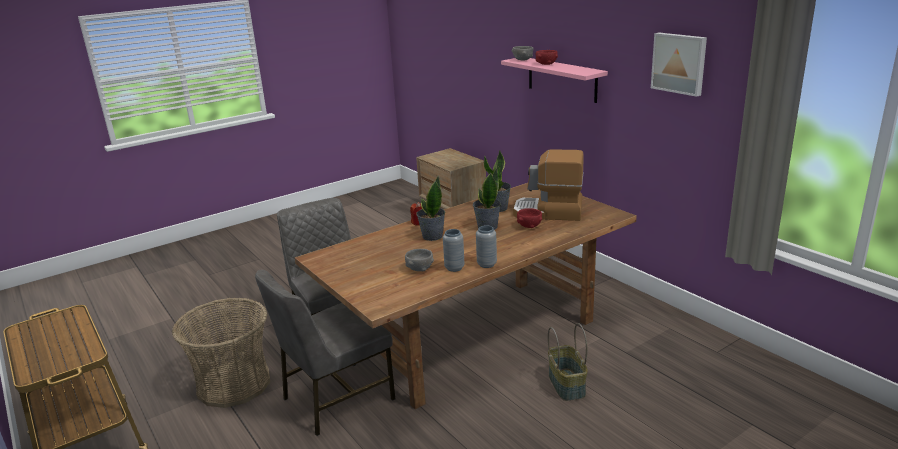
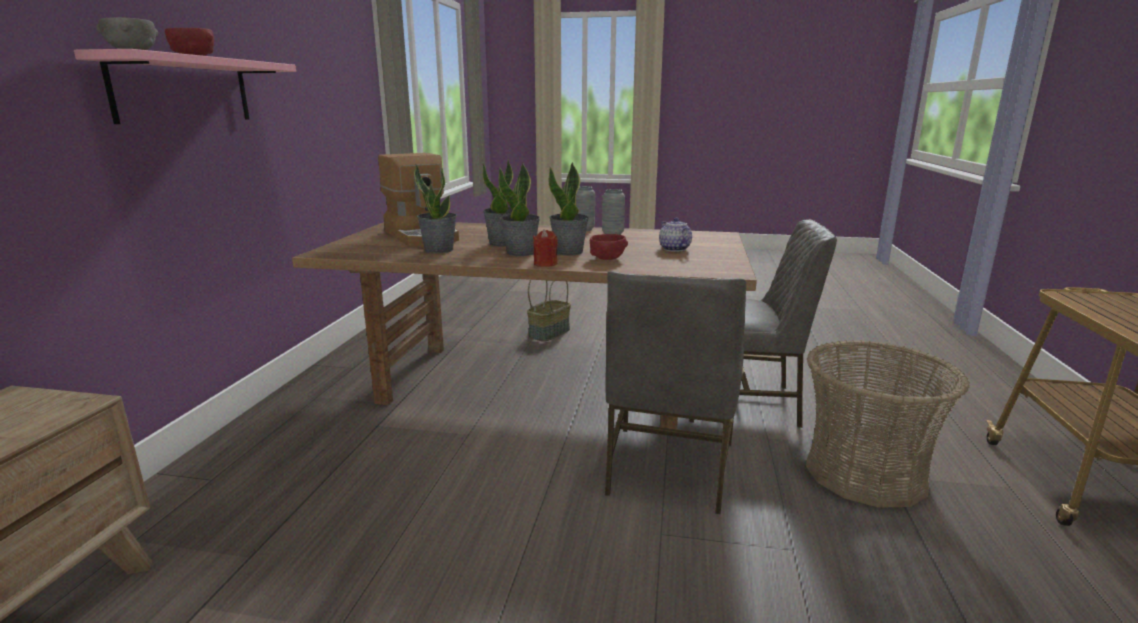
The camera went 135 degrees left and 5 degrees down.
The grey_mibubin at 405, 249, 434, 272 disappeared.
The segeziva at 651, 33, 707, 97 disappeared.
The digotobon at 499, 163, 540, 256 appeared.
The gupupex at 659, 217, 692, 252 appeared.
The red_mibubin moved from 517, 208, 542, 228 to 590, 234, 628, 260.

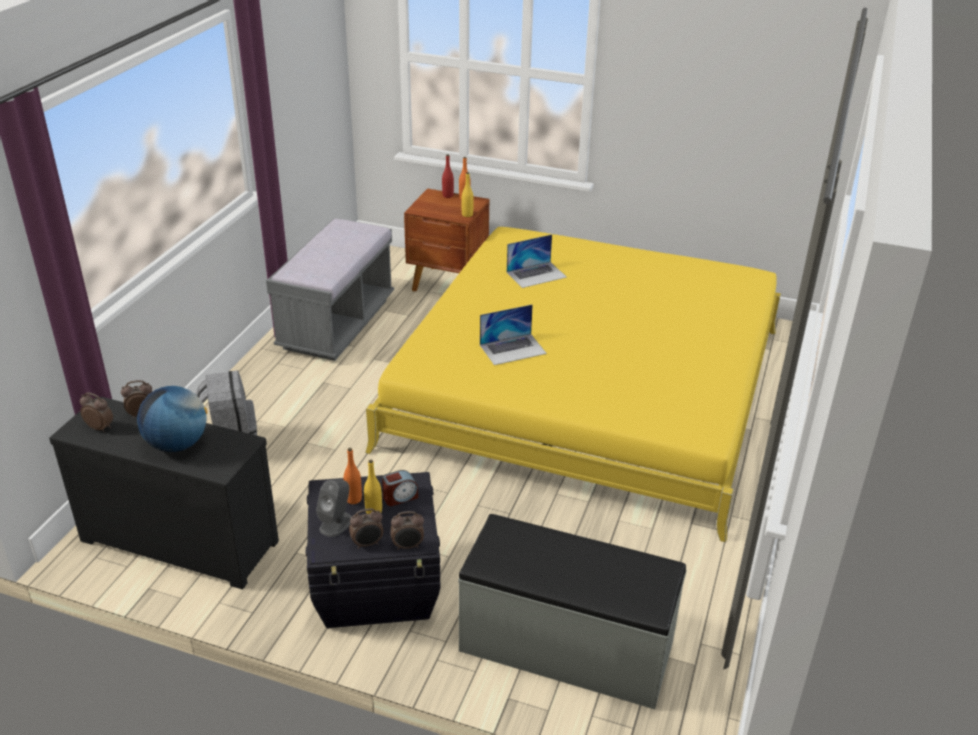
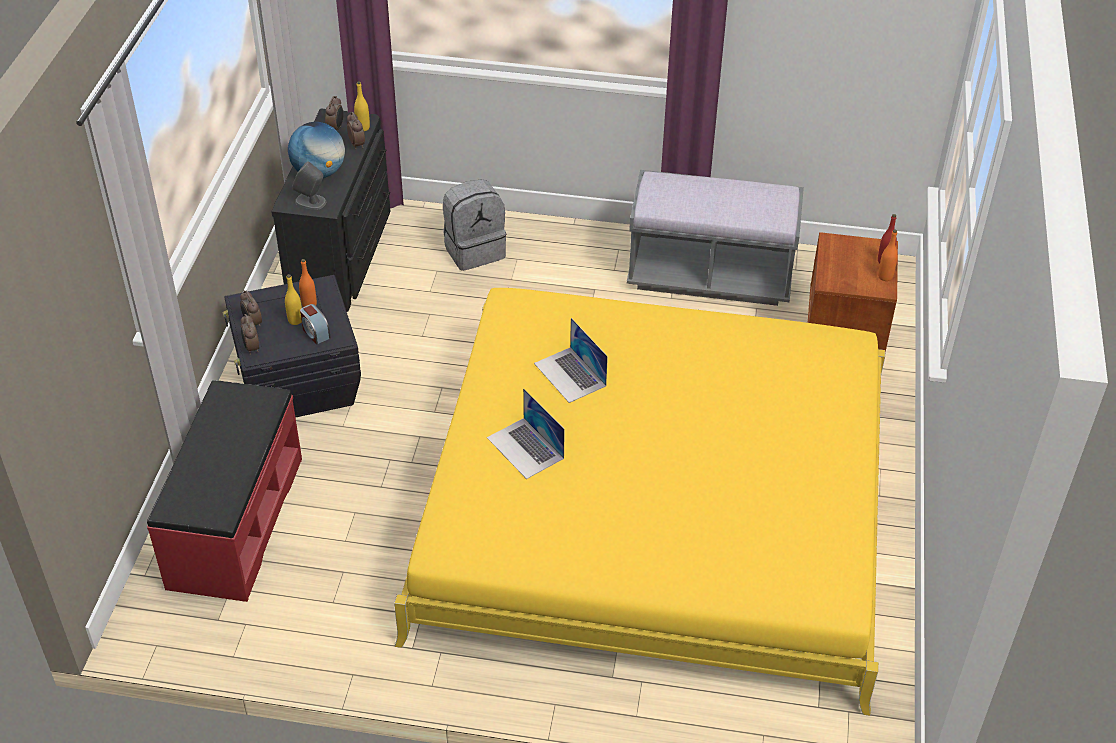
The camera went 80 degrees right and 10 degrees up.
The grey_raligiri moved from 316, 480, 352, 537 to 292, 161, 326, 210.
The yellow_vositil moved from 461, 172, 474, 217 to 354, 81, 370, 131.
The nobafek moved from 507, 234, 567, 288 to 487, 389, 565, 479.
The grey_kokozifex at 458, 514, 687, 709 became the red_kokozifex at 147, 380, 302, 602.

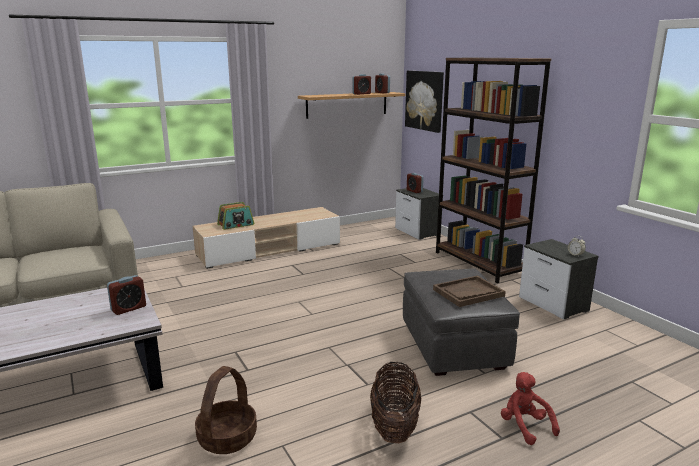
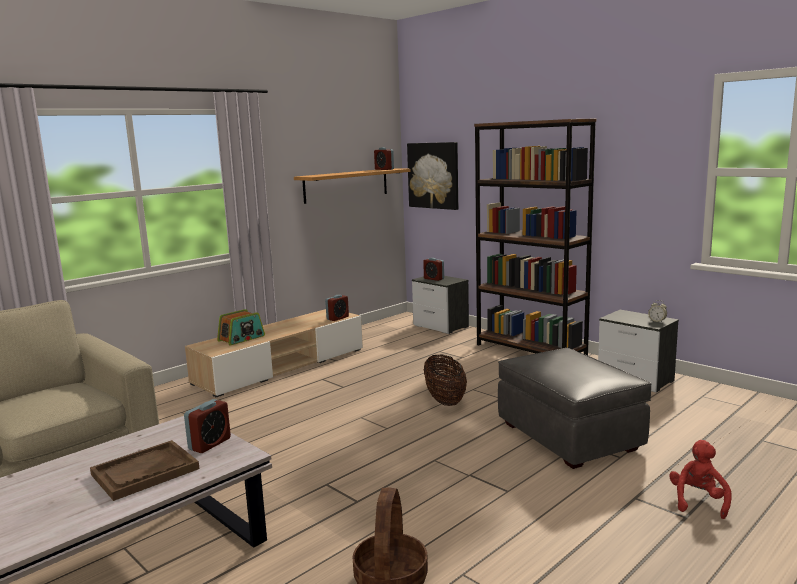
The camera went 15 degrees left and 5 degrees down.
The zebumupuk moved from 353, 74, 371, 95 to 325, 295, 349, 321.
The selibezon moved from 370, 362, 421, 443 to 424, 355, 467, 406.
The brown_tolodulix moved from 433, 276, 506, 307 to 90, 440, 199, 501.
The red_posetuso at 501, 372, 560, 445 turned 60 degrees clockwise.

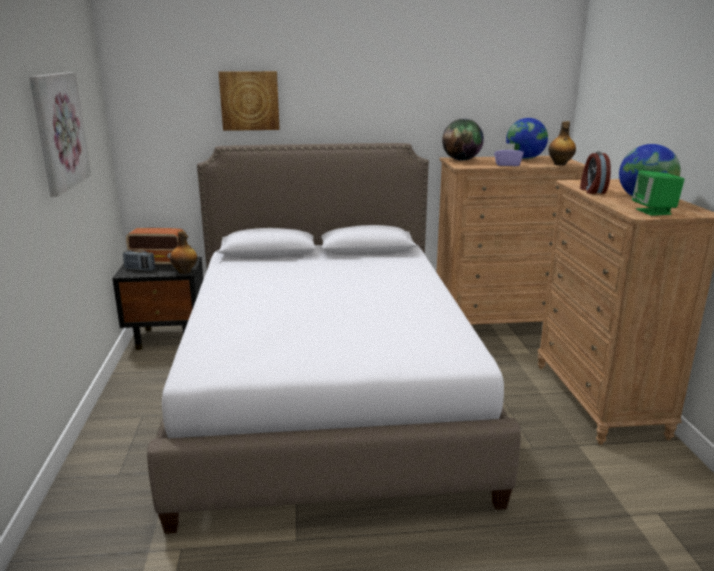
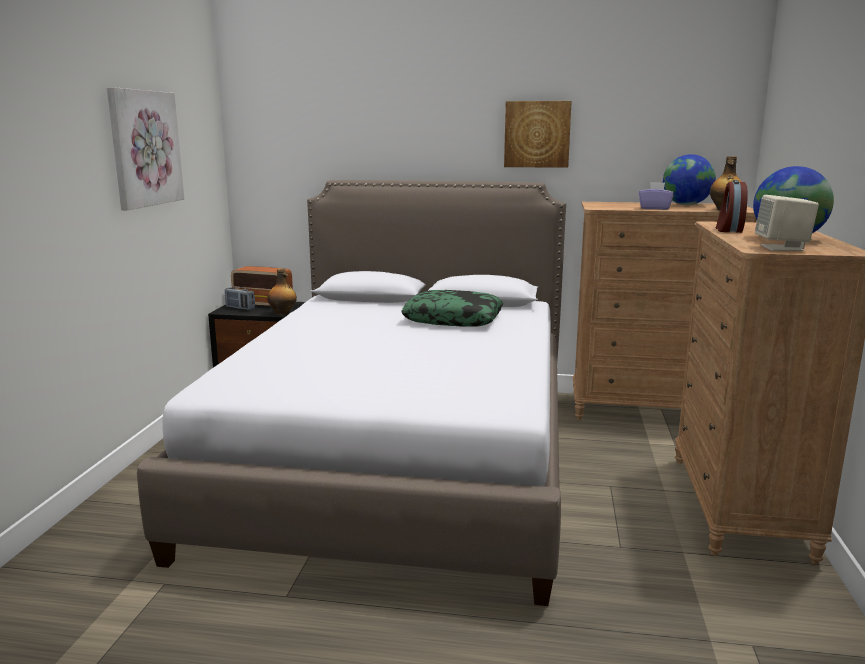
The camera went 15 degrees right and 5 degrees down.
The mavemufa at 442, 119, 484, 161 disappeared.
The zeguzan at 401, 290, 503, 327 appeared.
The segeziva moved from 219, 71, 280, 131 to 504, 101, 572, 168.
The green_raligiri at 632, 171, 684, 216 became the beige_raligiri at 755, 195, 819, 251.

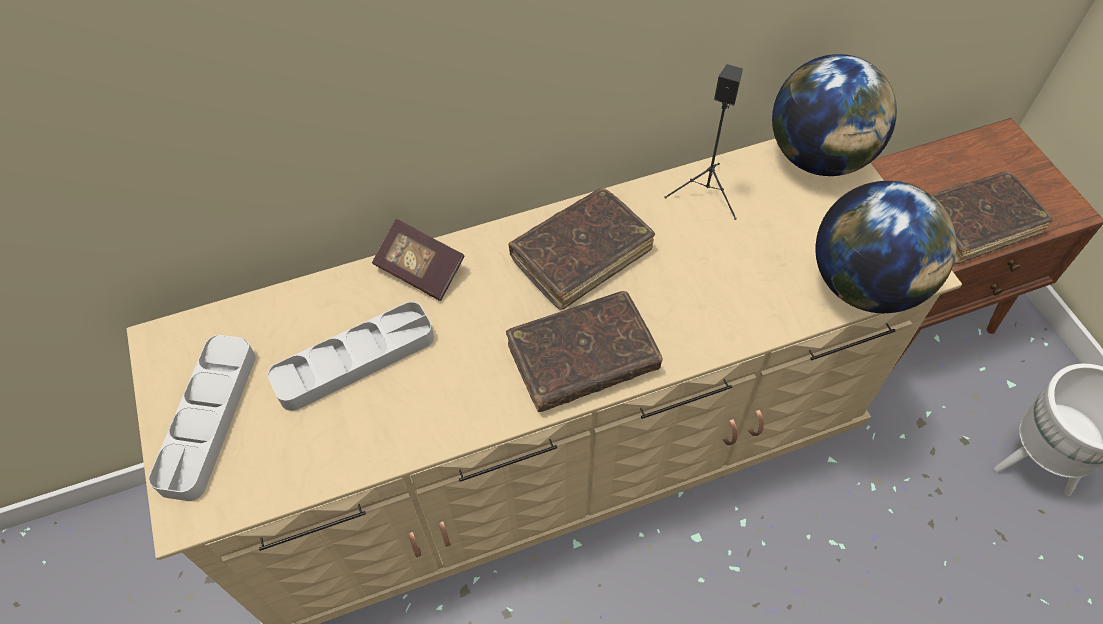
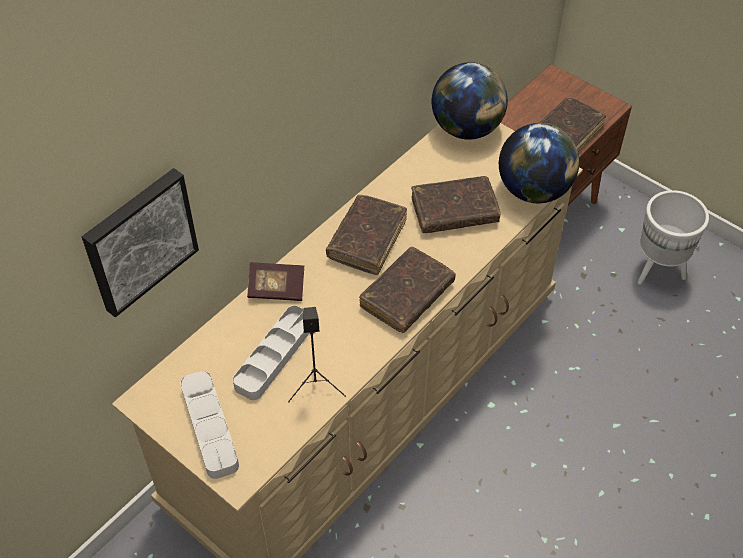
The camera went 30 degrees left and 5 degrees down.
The segeziva at 82, 168, 199, 317 appeared.
The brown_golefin at 411, 176, 501, 233 appeared.
The black_raligiri moved from 664, 64, 743, 220 to 288, 307, 346, 402.

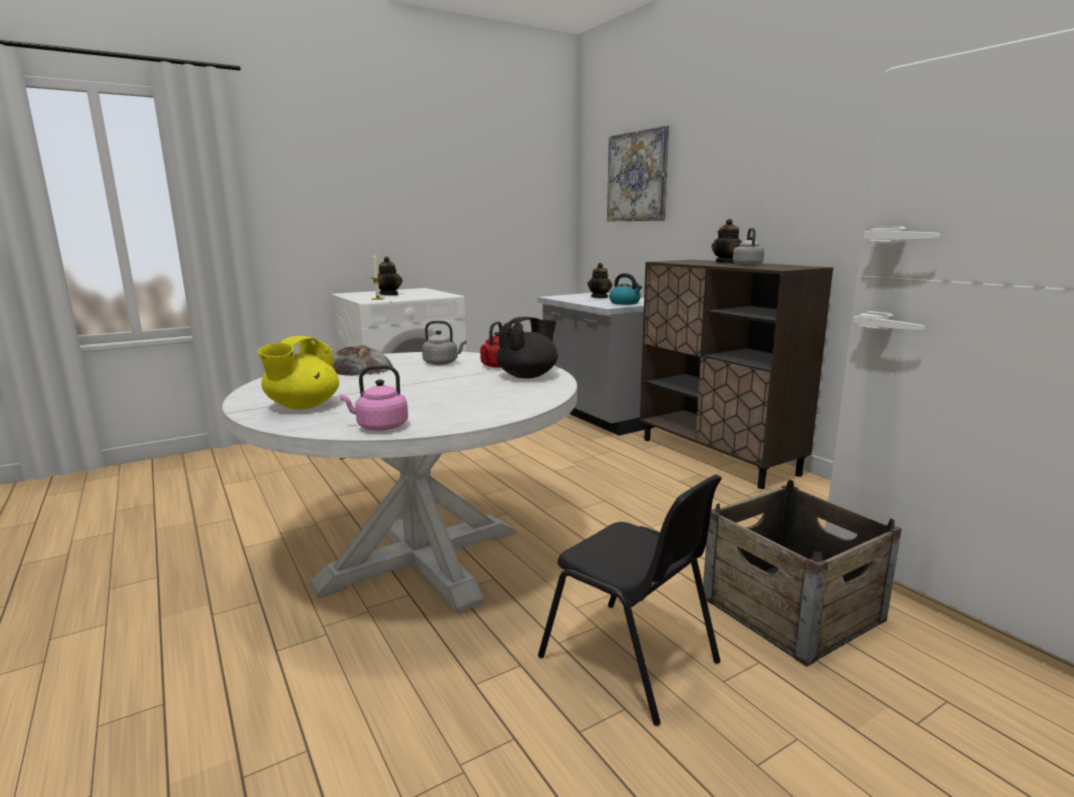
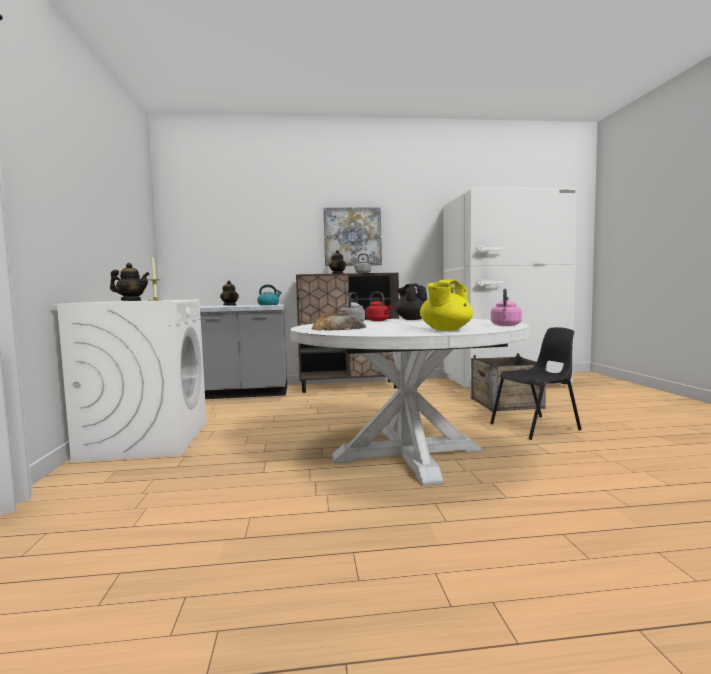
The camera went 65 degrees left and 10 degrees down.
The segeziva moved from 607, 125, 669, 222 to 323, 208, 382, 266.
The yellow_gupupex at 258, 336, 339, 409 turned 75 degrees clockwise.

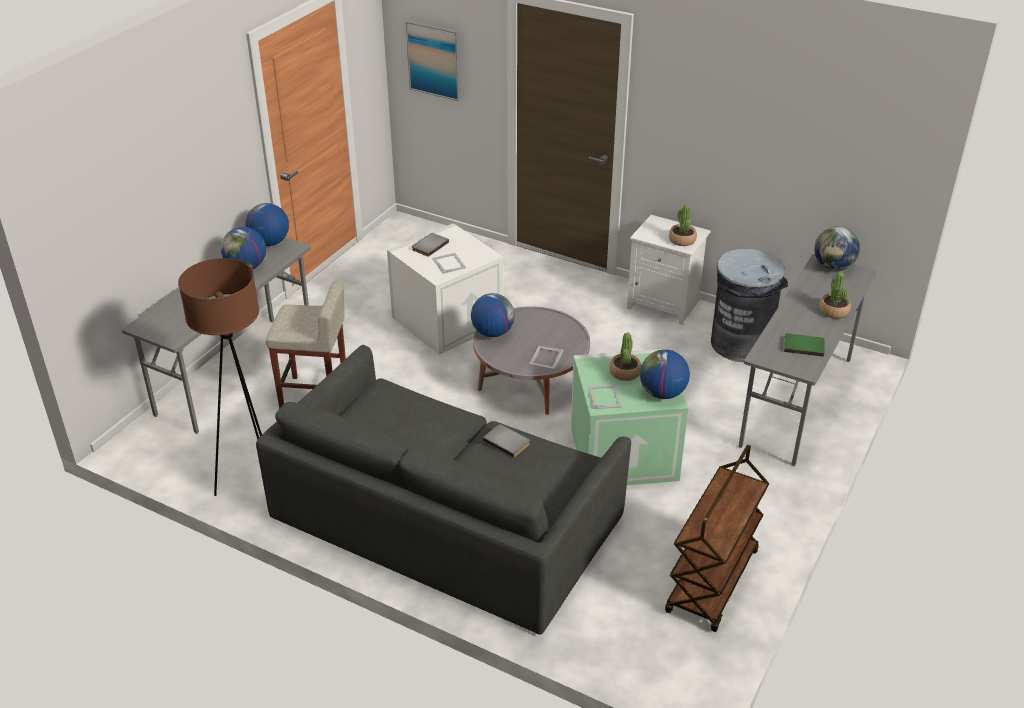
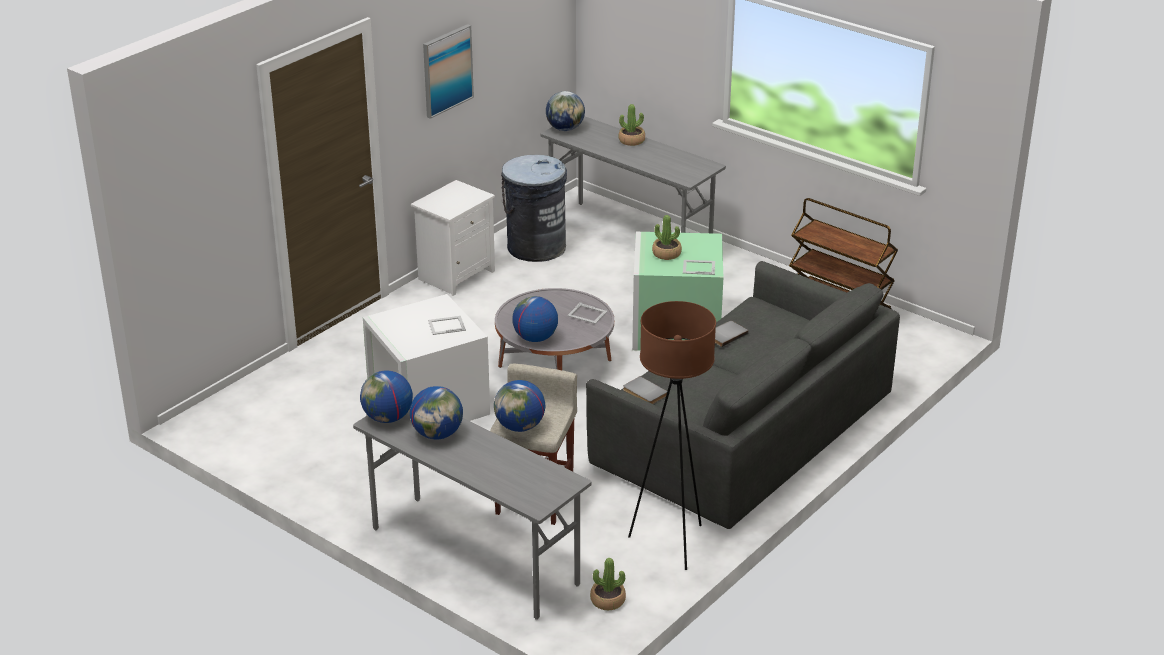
The camera went 80 degrees left and 5 degrees down.
The green_golefin at 784, 334, 824, 357 disappeared.
The segeziva moved from 406, 20, 461, 101 to 423, 24, 474, 119.
The grey_golefin moved from 412, 233, 449, 257 to 623, 376, 667, 404.
The mavemufa moved from 640, 349, 690, 399 to 494, 380, 545, 432.
The digotobon moved from 669, 204, 697, 246 to 590, 558, 626, 610.

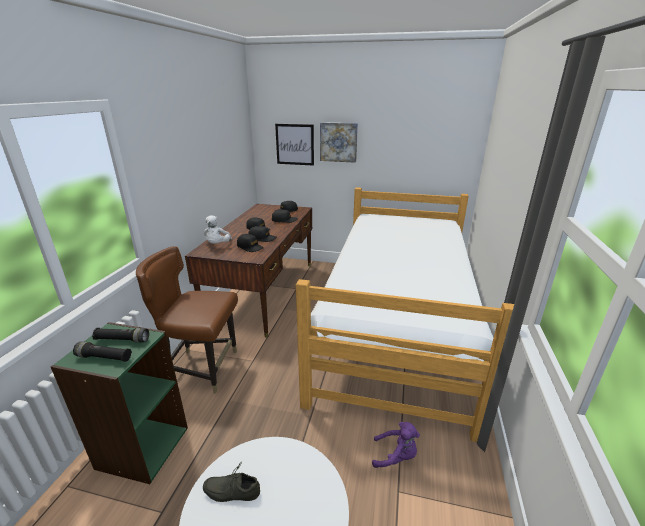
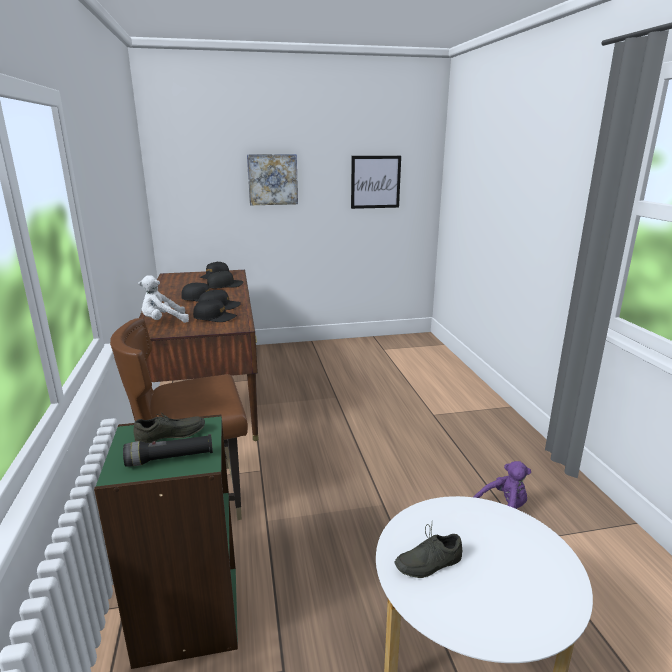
The camera went 25 degrees left and 5 degrees down.
The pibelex at 296, 187, 514, 442 disappeared.
The segeziva moved from 275, 124, 314, 166 to 351, 156, 401, 209.
The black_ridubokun at 92, 328, 149, 343 was replaced by the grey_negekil at 133, 413, 205, 443.
The white_posetuso at 203, 215, 232, 244 turned 90 degrees clockwise.

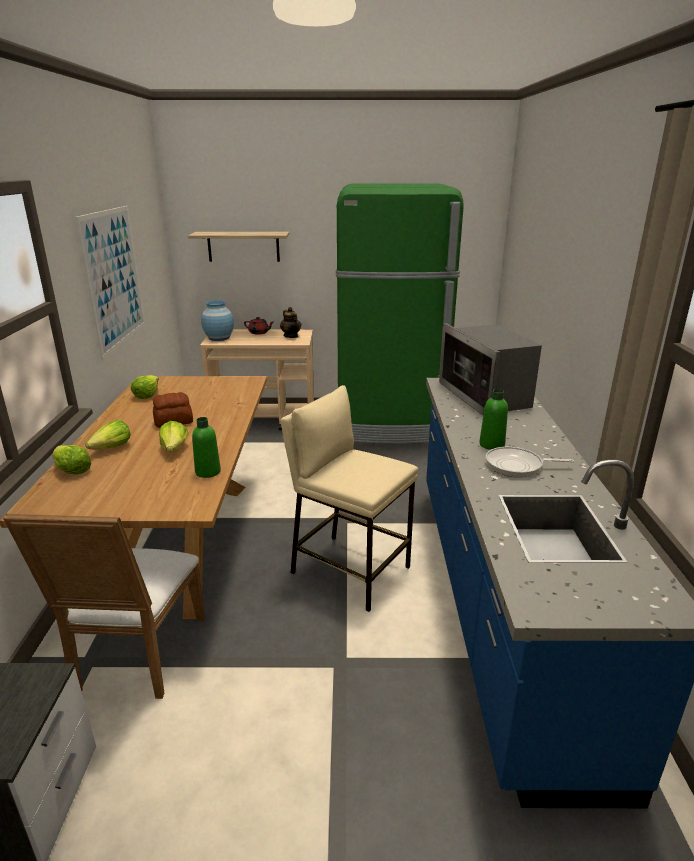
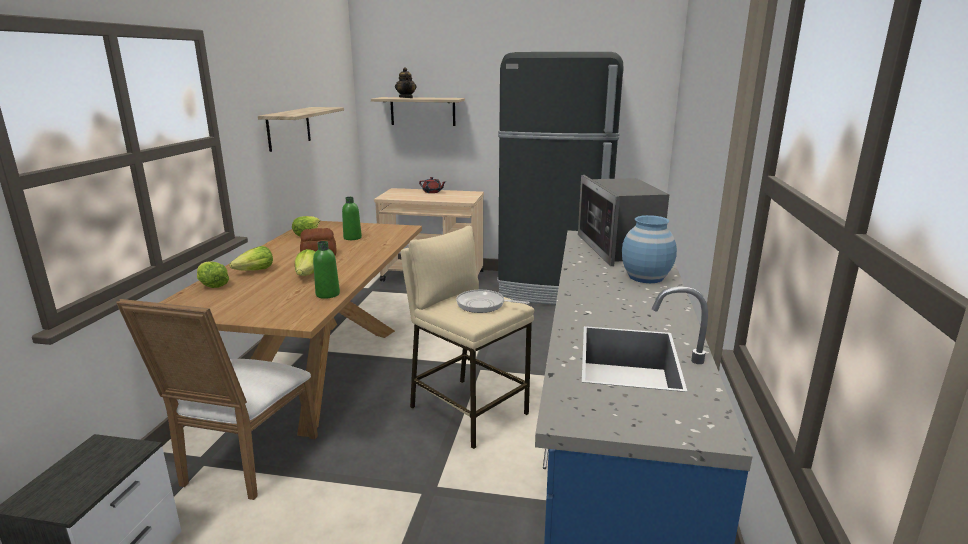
The camera went 10 degrees right and 5 degrees down.
The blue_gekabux moved from 201, 300, 234, 341 to 622, 215, 677, 283.
The gupupex moved from 280, 307, 301, 338 to 395, 67, 416, 98.
The green_vositil moved from 479, 389, 508, 450 to 342, 197, 362, 240.
The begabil moved from 486, 447, 574, 478 to 456, 290, 530, 313.
The segeziva at 75, 206, 146, 359 was replaced by the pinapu at 258, 107, 344, 152.
The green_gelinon at 336, 184, 464, 444 became the black_gelinon at 497, 52, 624, 305.

